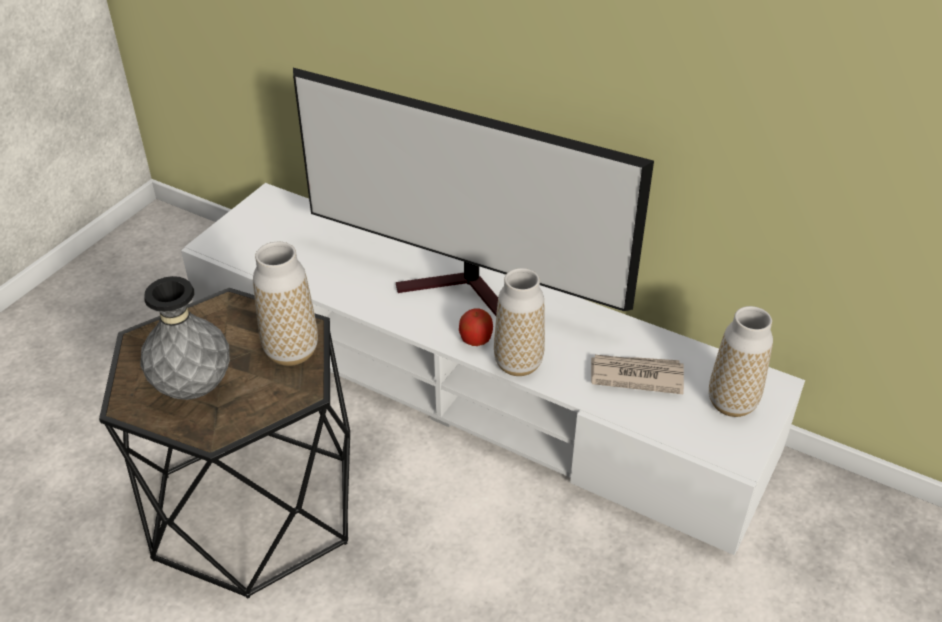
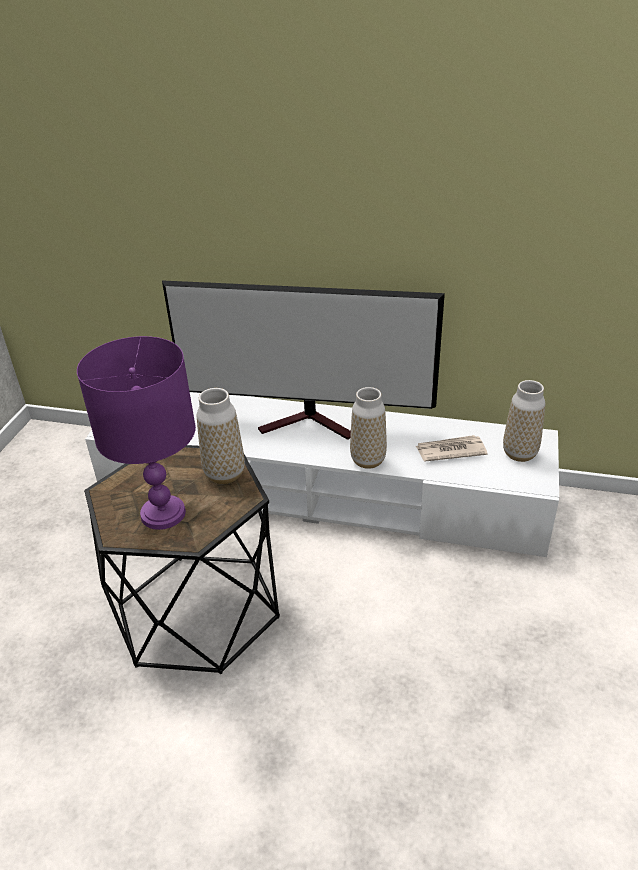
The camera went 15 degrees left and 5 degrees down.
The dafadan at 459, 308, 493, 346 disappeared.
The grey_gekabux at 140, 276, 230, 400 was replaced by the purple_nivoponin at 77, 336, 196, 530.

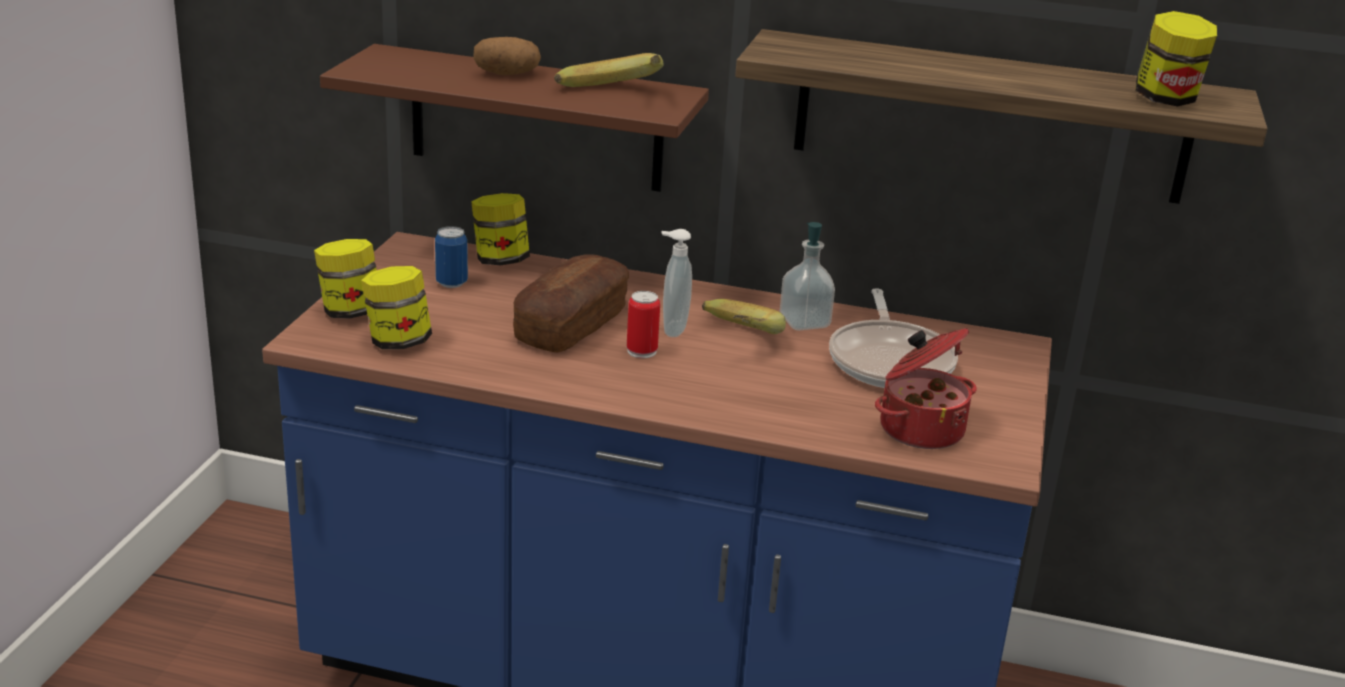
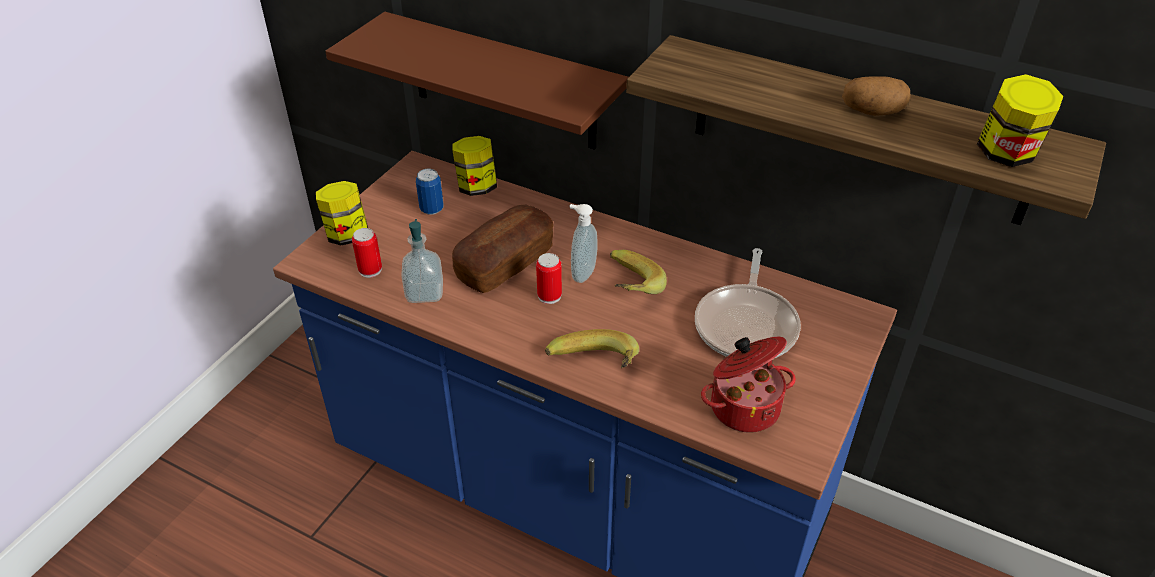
The camera went 15 degrees right and 15 degrees up.
The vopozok moved from 473, 37, 541, 75 to 842, 76, 911, 116.
The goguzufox moved from 554, 53, 664, 87 to 545, 329, 639, 369.
The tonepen moved from 780, 222, 835, 330 to 401, 219, 443, 303.
The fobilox at 361, 266, 432, 349 was replaced by the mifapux at 352, 228, 382, 278.

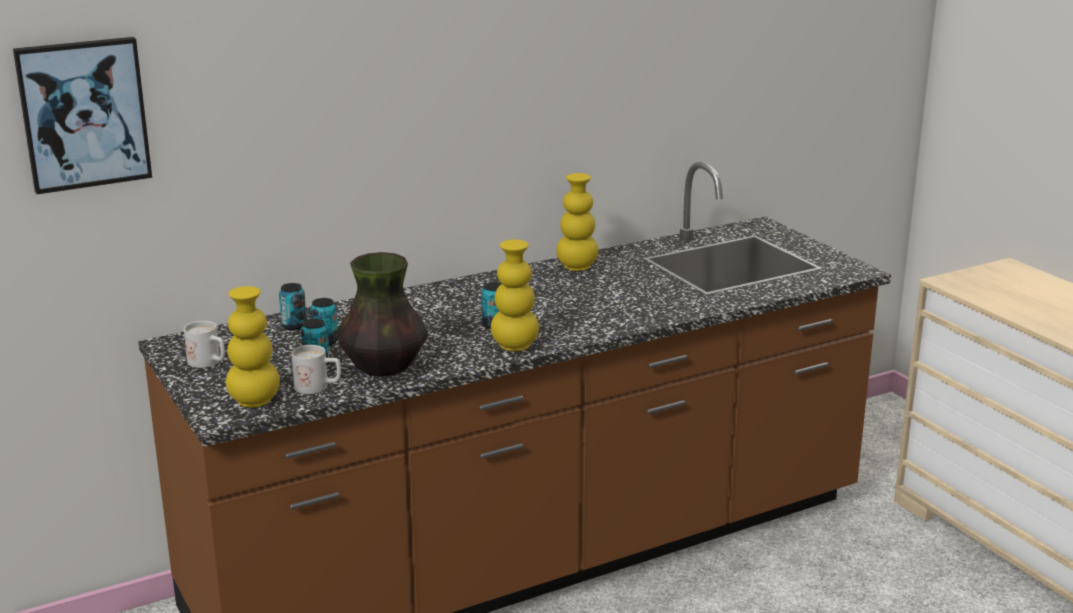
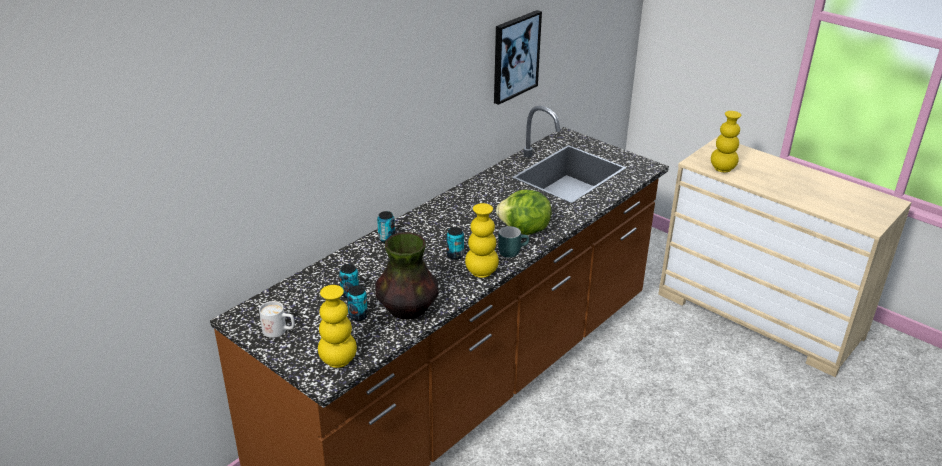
The camera went 20 degrees left and 10 degrees up.
The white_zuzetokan at 291, 345, 341, 394 disappeared.
The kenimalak at 496, 190, 552, 235 appeared.
The turquoise_zuzetokan at 498, 226, 529, 258 appeared.
The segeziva moved from 13, 37, 152, 194 to 494, 10, 542, 105.
The mifapux moved from 279, 283, 306, 330 to 377, 211, 395, 243.
The yellow_gekabux moved from 556, 173, 599, 271 to 711, 111, 741, 172.

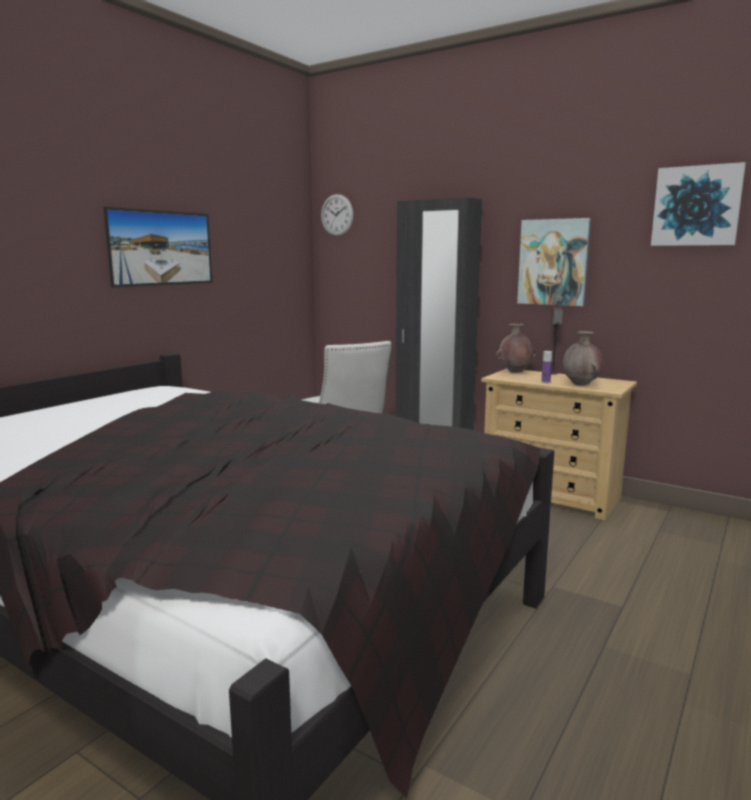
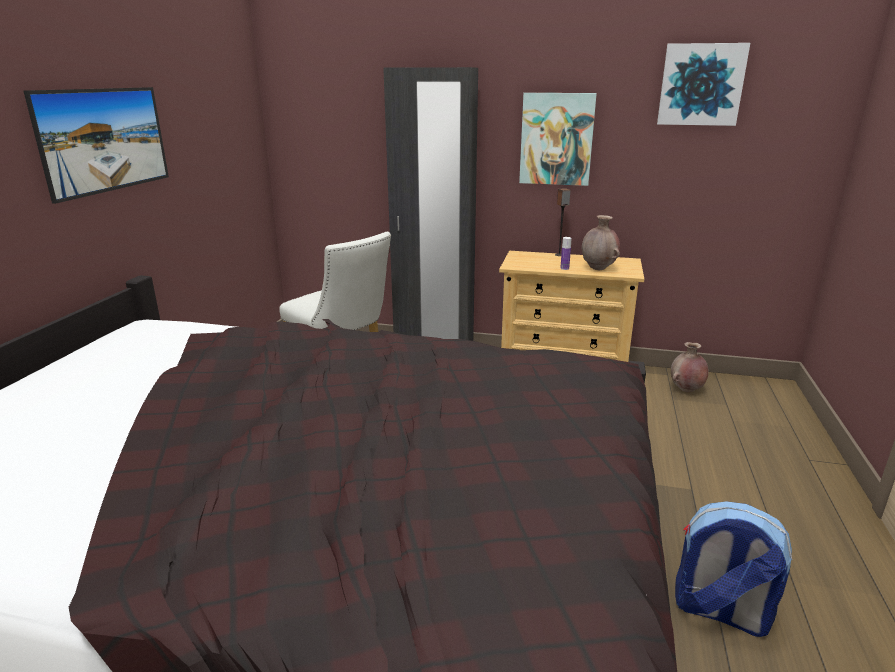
The camera went 20 degrees left and 10 degrees up.
The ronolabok at 321, 194, 354, 236 disappeared.
The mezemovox at 675, 501, 792, 637 appeared.
The brown_gekabux moved from 496, 324, 536, 373 to 671, 342, 709, 392.

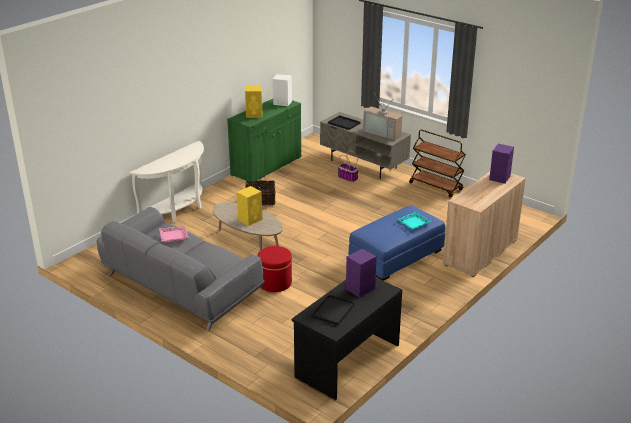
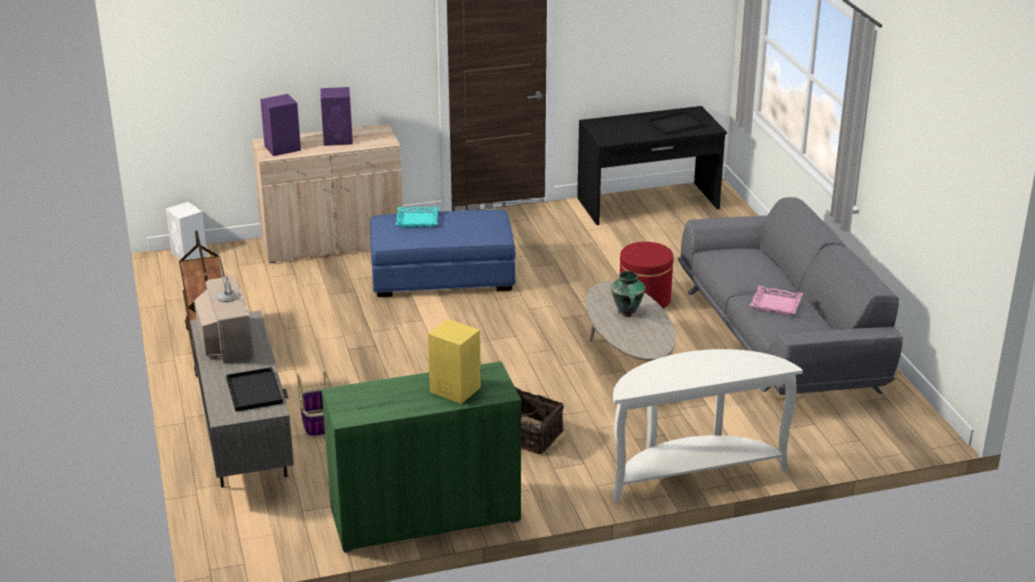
The camera went 145 degrees left and 0 degrees up.
The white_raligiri moved from 273, 74, 292, 106 to 166, 202, 207, 260.
The purple_raligiri moved from 346, 248, 377, 298 to 320, 87, 353, 146.
The yellow_raligiri at 237, 186, 262, 226 was replaced by the gekabux at 611, 271, 645, 317.

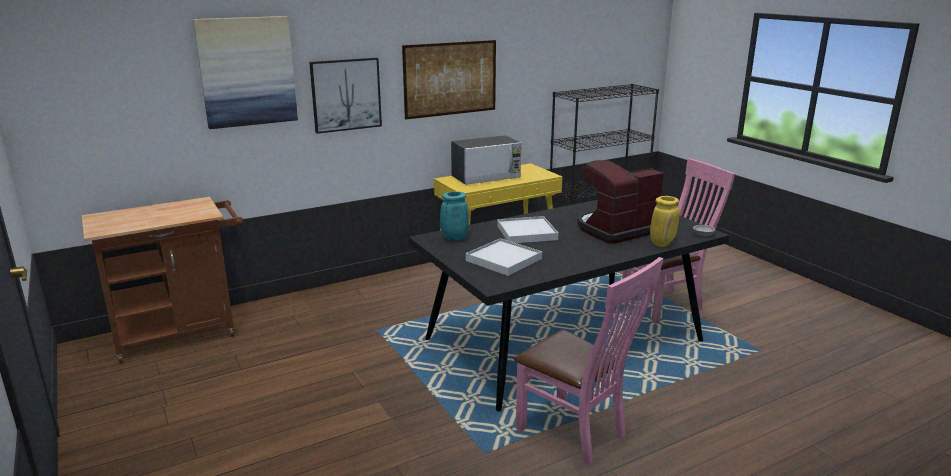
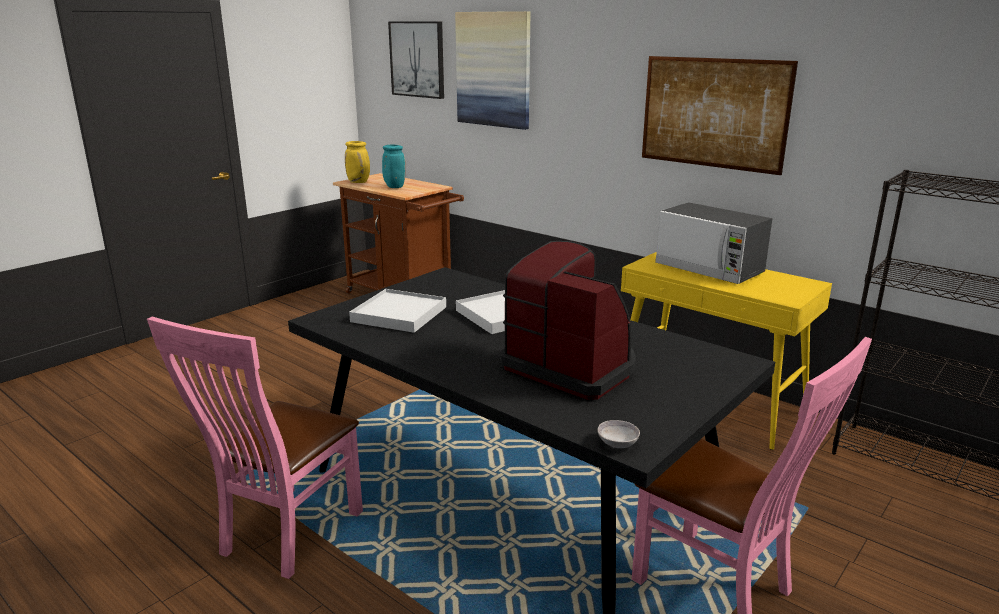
The camera went 70 degrees right and 0 degrees up.
The segeziva moved from 309, 58, 382, 134 to 388, 21, 444, 99.
The turquoise_gekabux moved from 440, 192, 469, 241 to 382, 145, 405, 188.
The yellow_gekabux moved from 650, 196, 679, 247 to 345, 141, 370, 183.

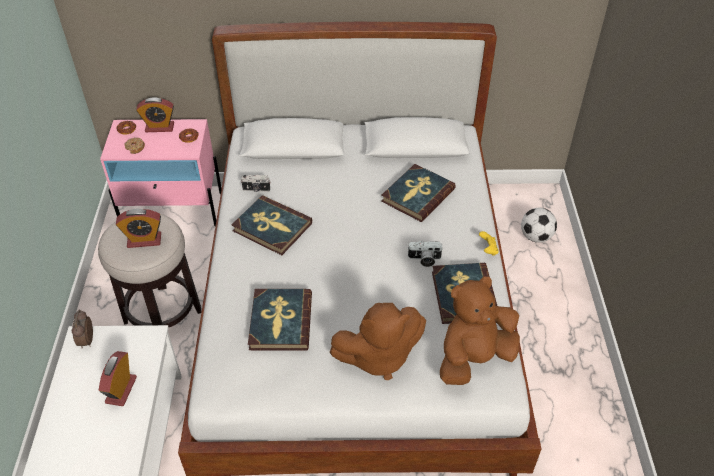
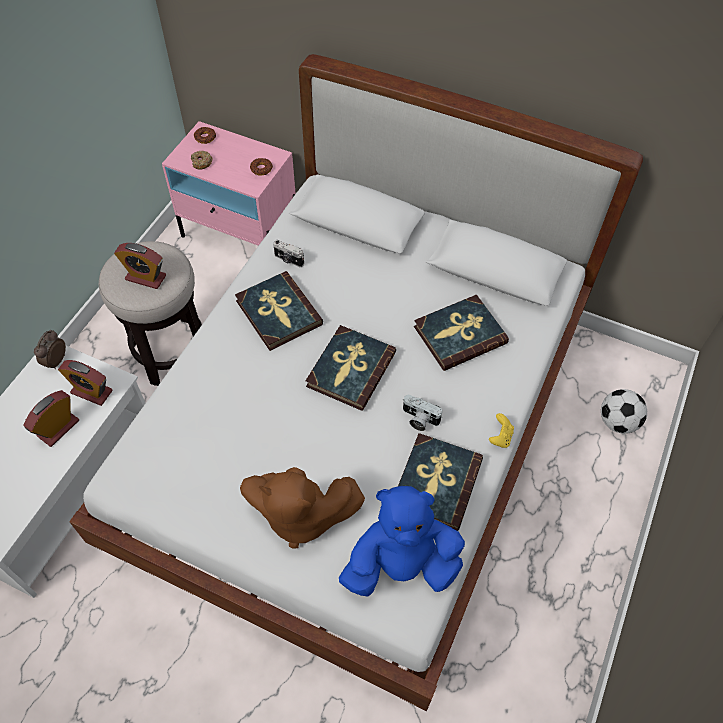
The camera went 25 degrees right and 10 degrees up.
The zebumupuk moved from 136, 97, 174, 132 to 58, 360, 113, 406.
The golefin moved from 248, 289, 312, 351 to 306, 325, 396, 411.
The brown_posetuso at 440, 277, 520, 385 became the blue_posetuso at 339, 486, 465, 597.

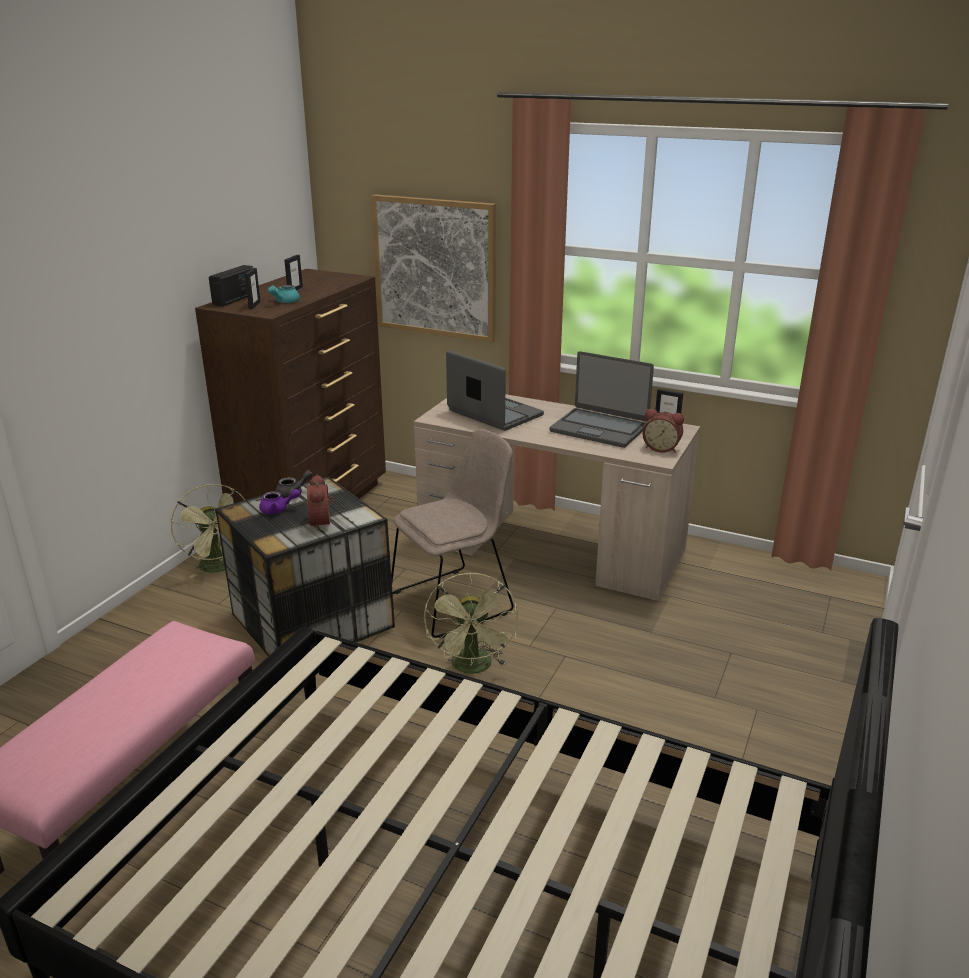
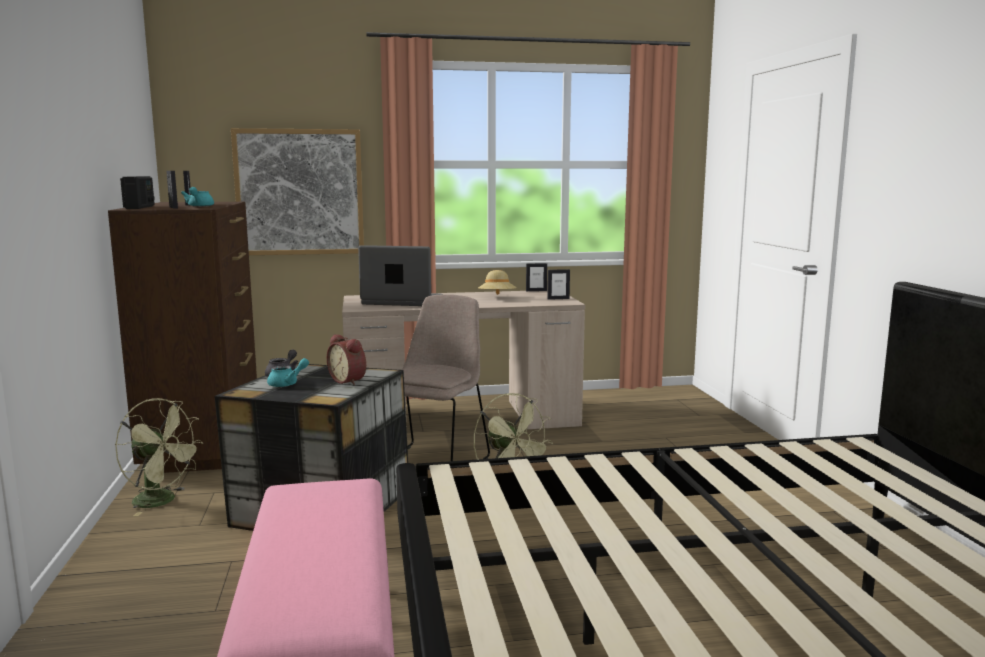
The camera went 35 degrees left and 15 degrees down.
The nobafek at 550, 351, 654, 448 was replaced by the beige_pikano at 478, 270, 517, 295.
The zebumupuk at 643, 409, 684, 453 was replaced by the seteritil at 547, 269, 570, 300.
The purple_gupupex at 259, 489, 300, 514 became the turquoise_gupupex at 267, 358, 309, 387.

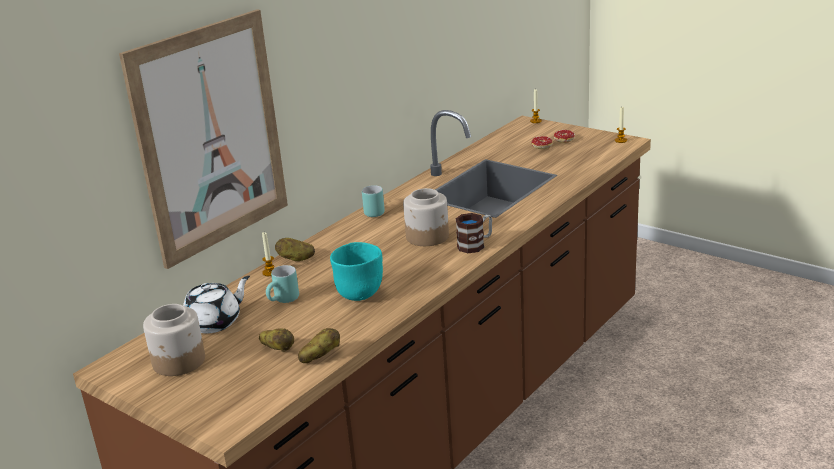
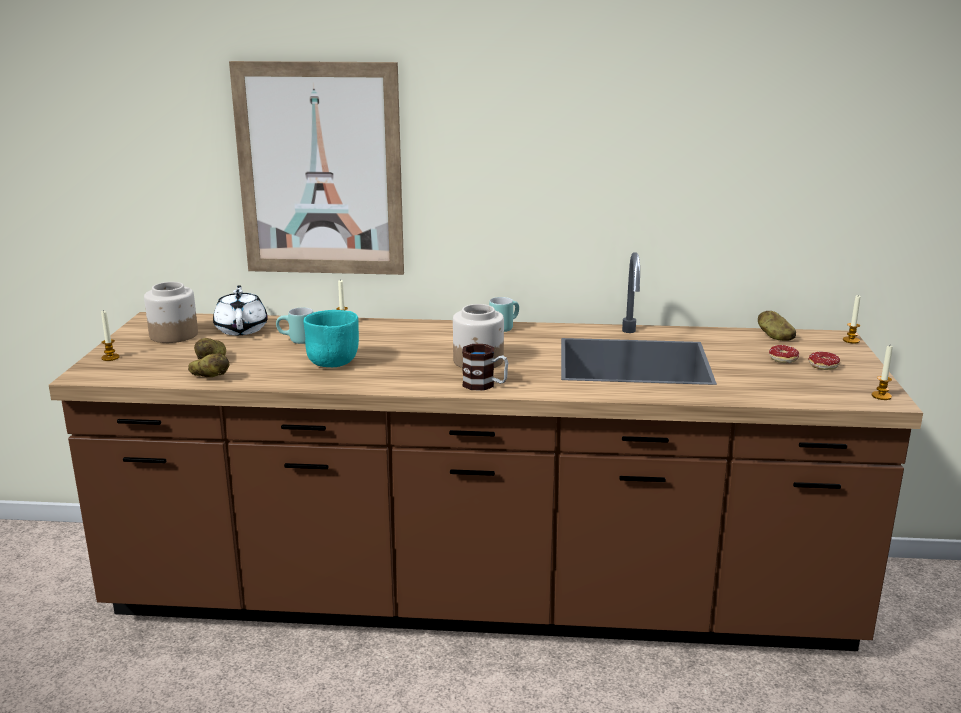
The camera went 55 degrees right and 5 degrees down.
The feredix at 101, 310, 120, 361 appeared.
The vopozok moved from 275, 238, 315, 261 to 758, 311, 796, 341.
The white_gupupex at 183, 276, 250, 333 turned 120 degrees counterclockwise.

